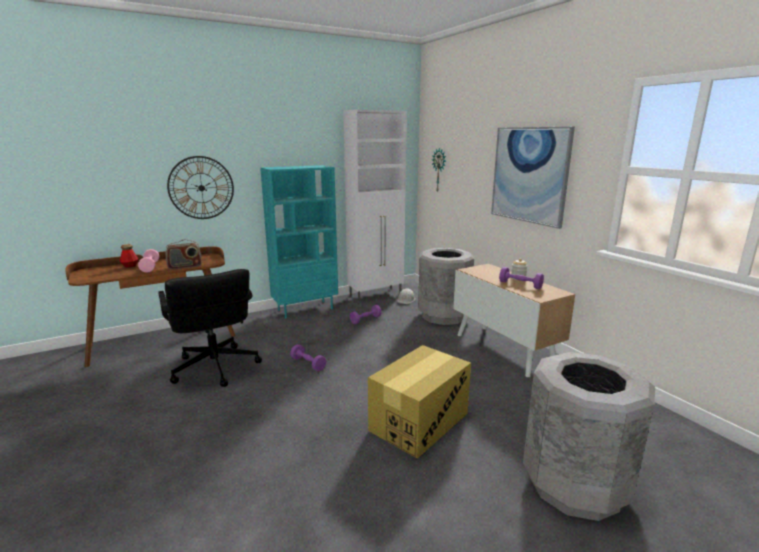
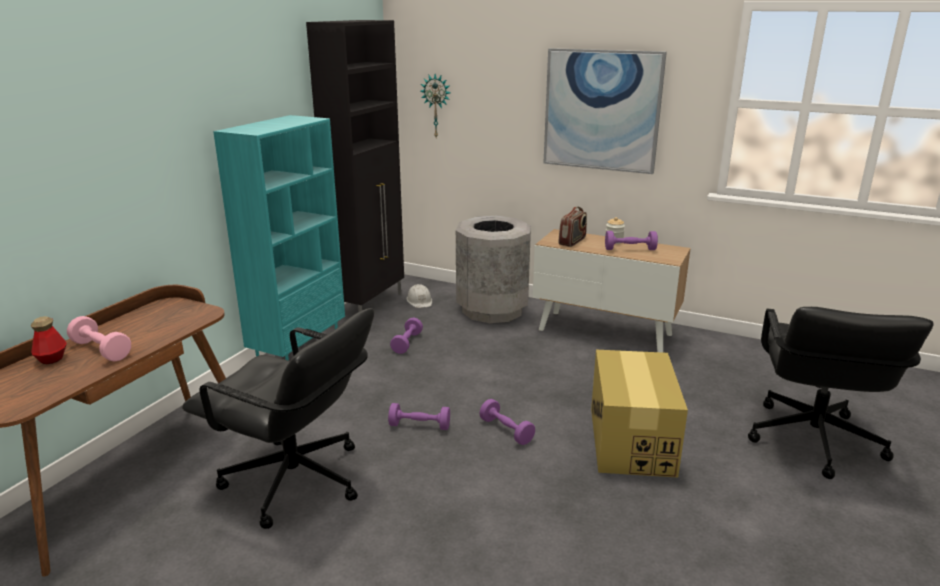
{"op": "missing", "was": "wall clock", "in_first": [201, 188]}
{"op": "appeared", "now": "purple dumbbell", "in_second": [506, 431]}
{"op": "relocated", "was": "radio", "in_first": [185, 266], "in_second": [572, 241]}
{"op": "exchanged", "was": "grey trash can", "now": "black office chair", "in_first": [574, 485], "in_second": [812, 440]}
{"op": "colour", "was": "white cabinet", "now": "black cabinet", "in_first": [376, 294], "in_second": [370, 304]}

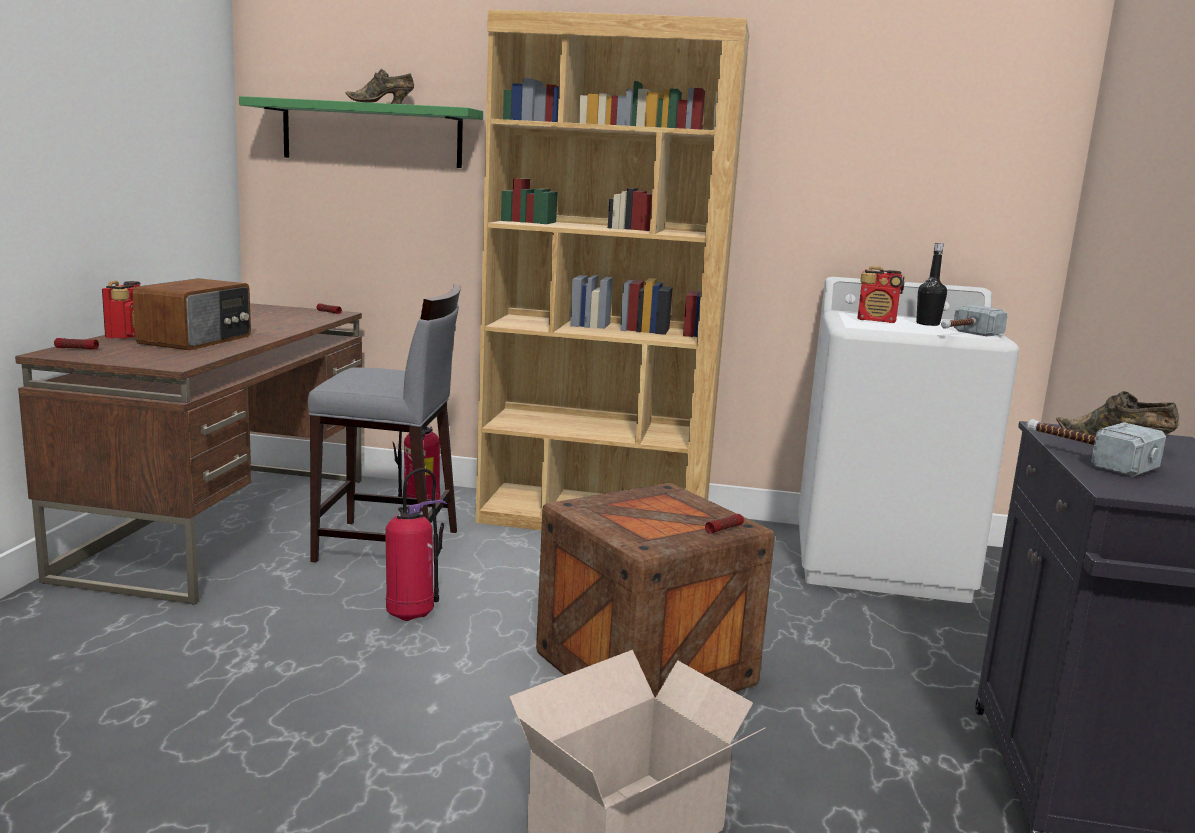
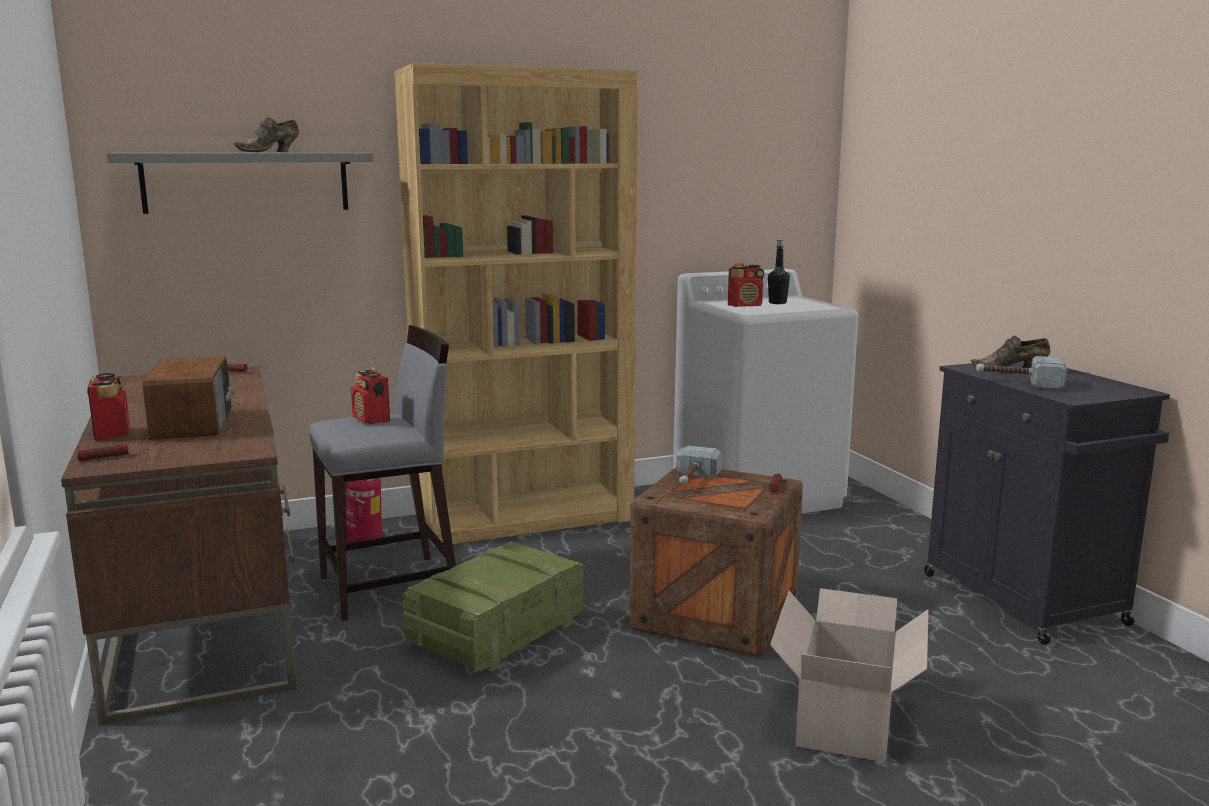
{"op": "appeared", "now": "radio", "in_second": [371, 420]}
{"op": "relocated", "was": "hammer", "in_first": [964, 334], "in_second": [693, 480]}
{"op": "exchanged", "was": "fire extinguisher", "now": "crate", "in_first": [411, 614], "in_second": [496, 634]}
{"op": "colour", "was": "green shelf", "now": "grey shelf", "in_first": [372, 134], "in_second": [246, 182]}

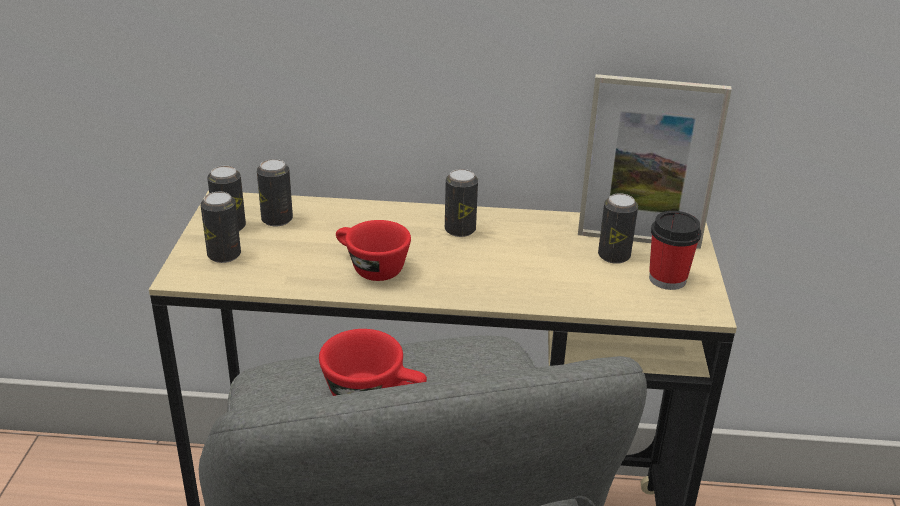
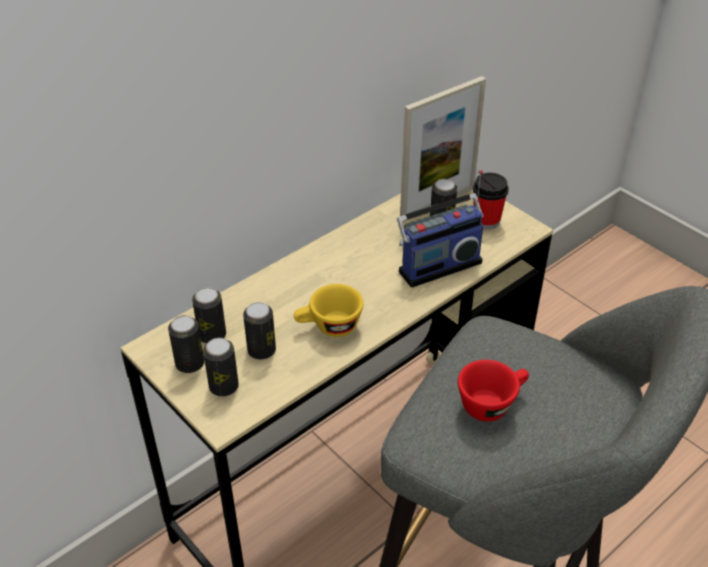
{"op": "appeared", "now": "radio", "in_second": [437, 265]}
{"op": "relocated", "was": "can", "in_first": [460, 230], "in_second": [261, 350]}
{"op": "colour", "was": "red cup", "now": "yellow cup", "in_first": [370, 268], "in_second": [329, 327]}

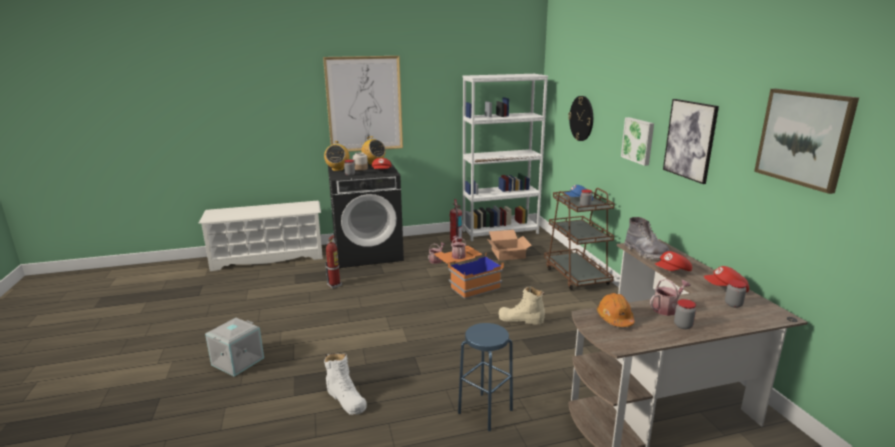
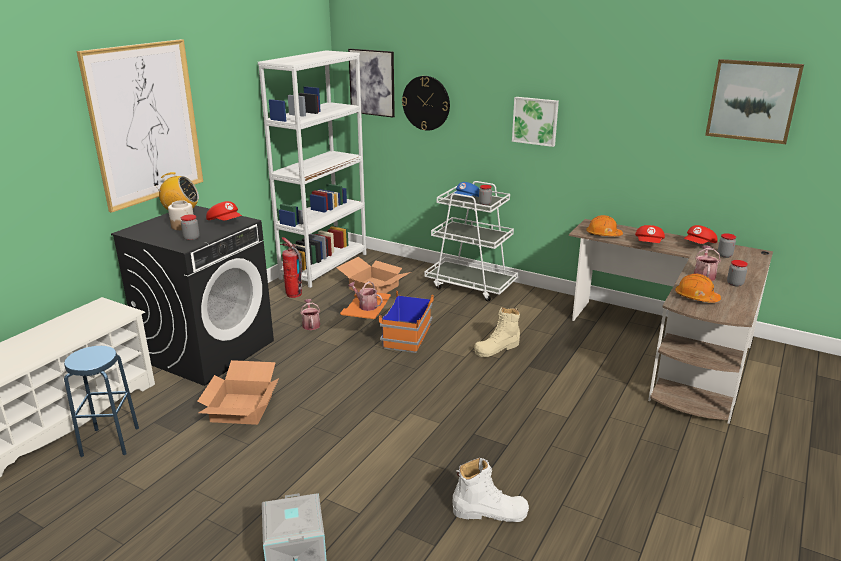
{"op": "missing", "was": "radio", "in_first": [337, 169]}
{"op": "relocated", "was": "blue stool", "in_first": [485, 411], "in_second": [110, 441]}
{"op": "relocated", "was": "picture", "in_first": [690, 140], "in_second": [372, 82]}
{"op": "exchanged", "was": "fire extinguisher", "now": "cardboard box", "in_first": [335, 285], "in_second": [241, 408]}
{"op": "exchanged", "was": "grey boot", "now": "orange hard hat", "in_first": [645, 253], "in_second": [603, 235]}
{"op": "colour", "was": "brown cart", "now": "white cart", "in_first": [576, 276], "in_second": [471, 285]}

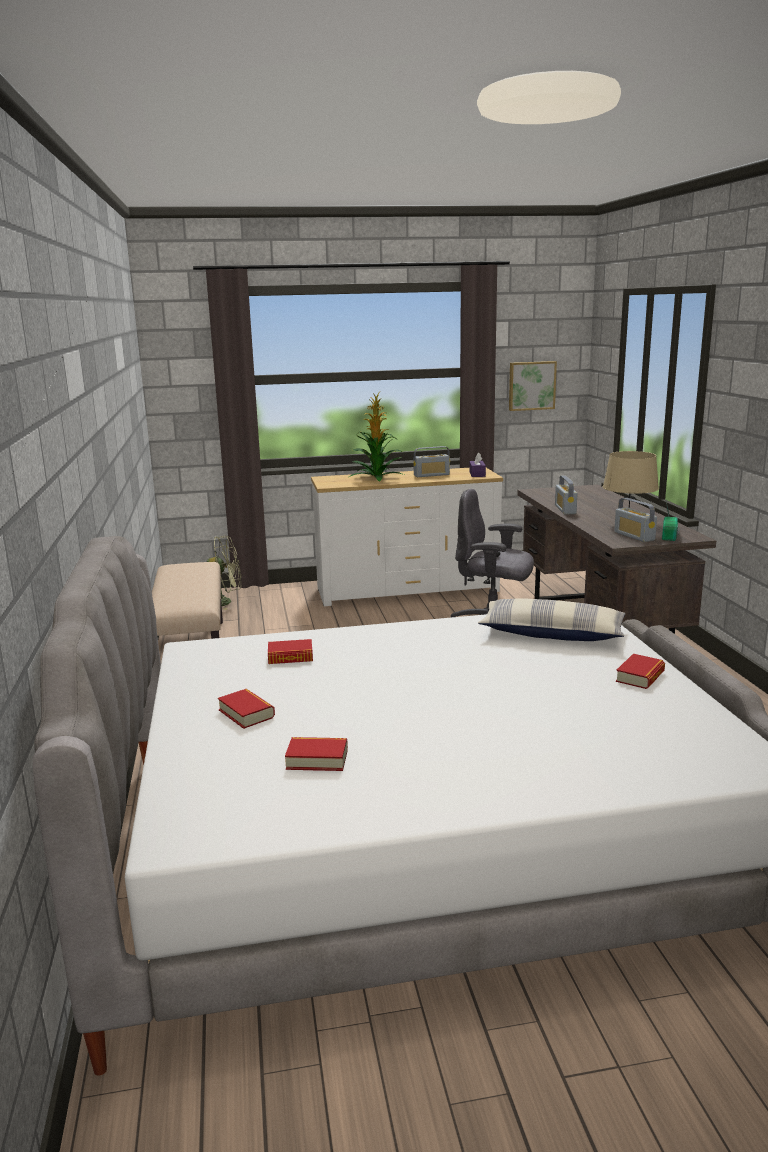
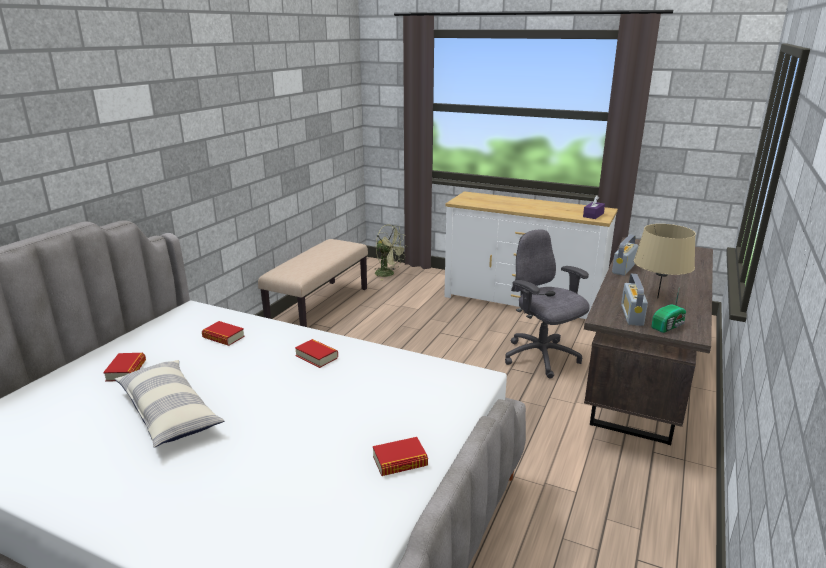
{"op": "missing", "was": "potted plant", "in_first": [377, 477]}
{"op": "missing", "was": "radio", "in_first": [431, 475]}
{"op": "missing", "was": "picture", "in_first": [531, 385]}
{"op": "relocated", "was": "book", "in_first": [317, 759], "in_second": [316, 357]}
{"op": "relocated", "was": "pillow", "in_first": [552, 633], "in_second": [169, 413]}

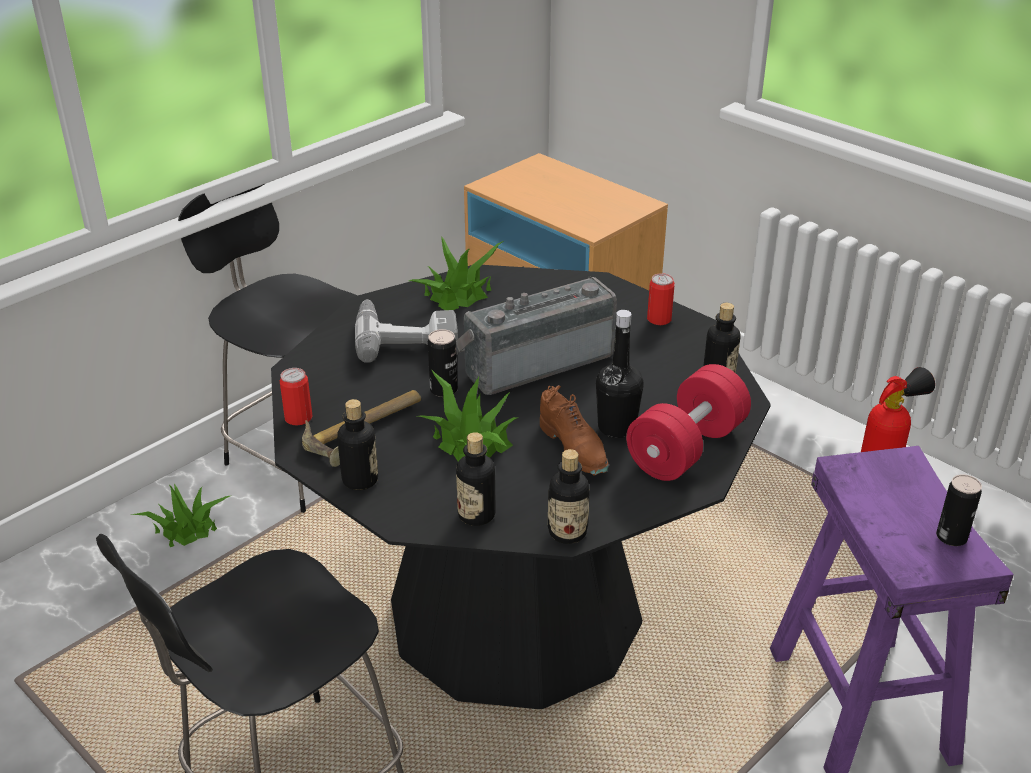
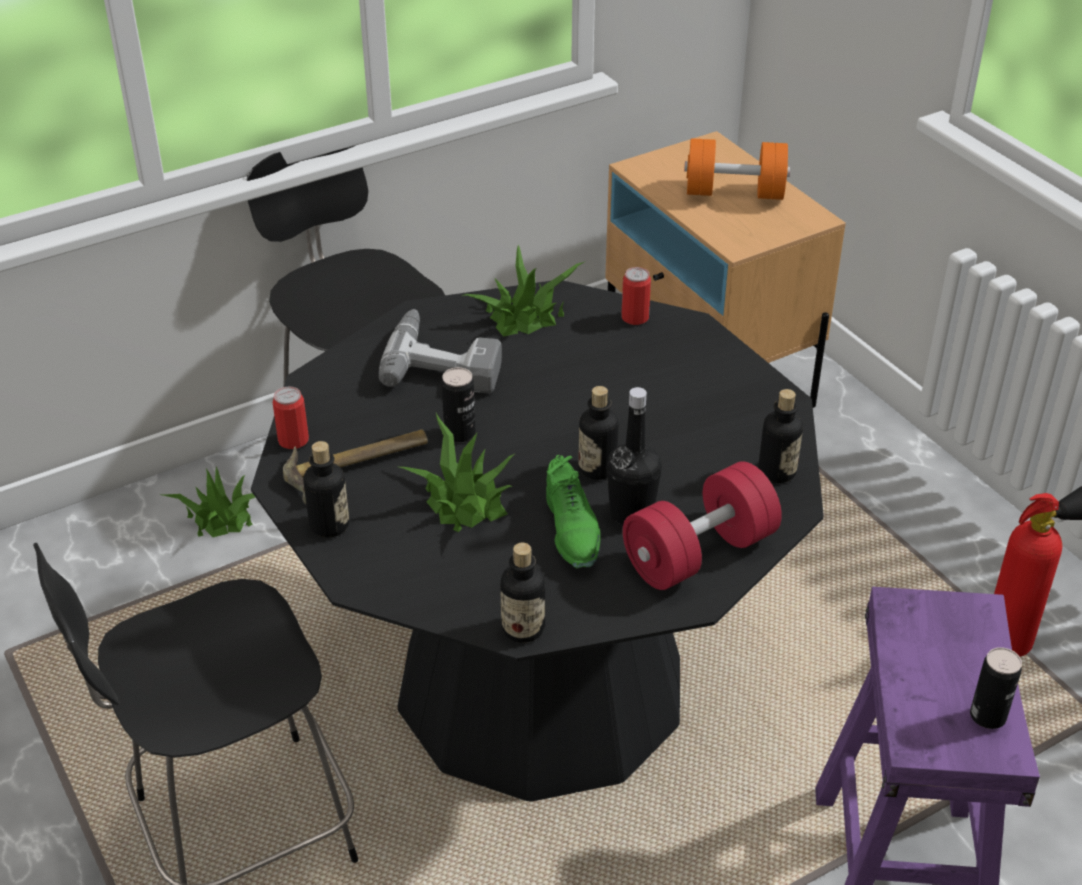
{"op": "missing", "was": "radio", "in_first": [536, 361]}
{"op": "appeared", "now": "orange dumbbell", "in_second": [734, 193]}
{"op": "relocated", "was": "bottle", "in_first": [476, 514], "in_second": [597, 468]}
{"op": "relocated", "was": "can", "in_first": [659, 319], "in_second": [635, 317]}
{"op": "colour", "was": "brown shoe", "now": "green shoe", "in_first": [574, 449], "in_second": [572, 531]}

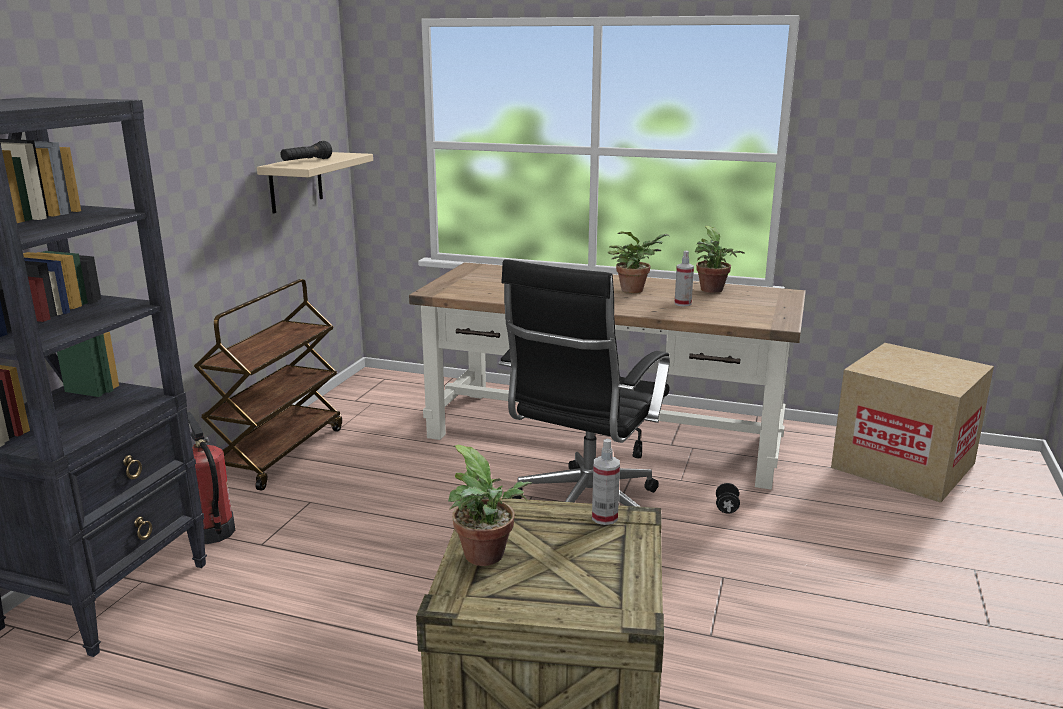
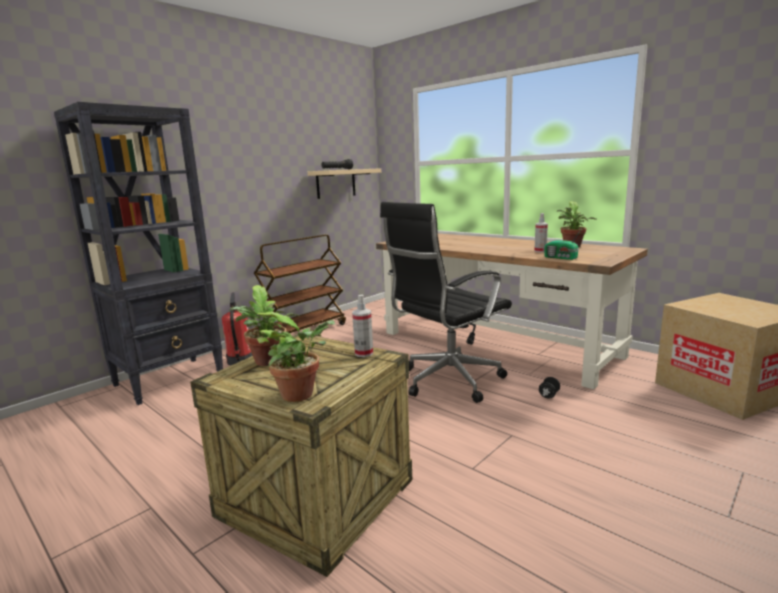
{"op": "appeared", "now": "radio", "in_second": [561, 258]}
{"op": "relocated", "was": "potted plant", "in_first": [634, 290], "in_second": [302, 394]}

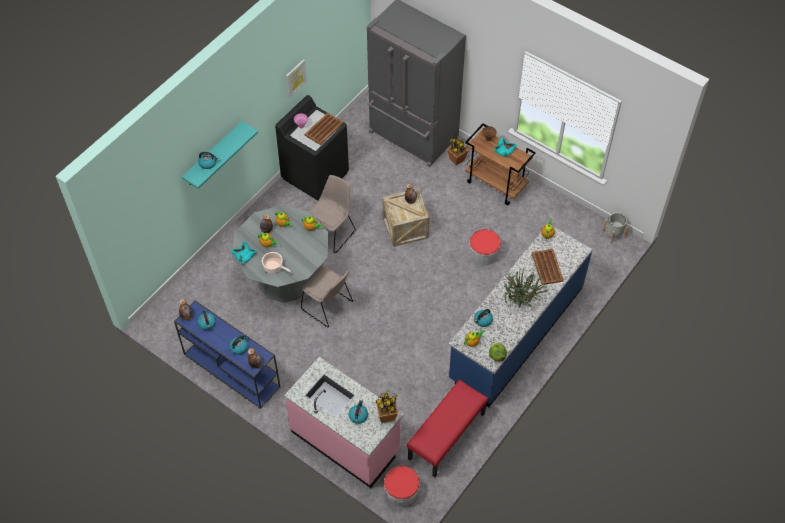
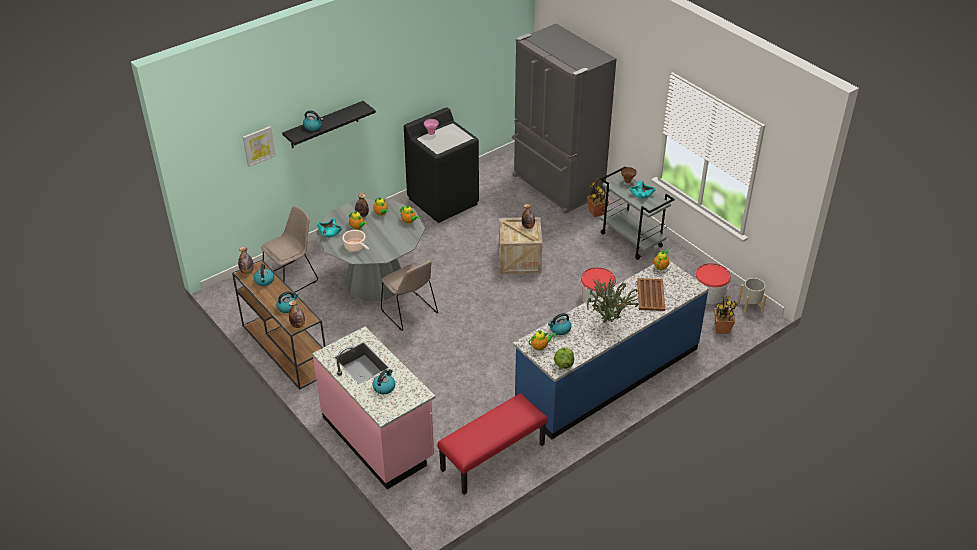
{"op": "missing", "was": "brown tray", "in_first": [324, 129]}
{"op": "relocated", "was": "picture", "in_first": [295, 78], "in_second": [258, 146]}
{"op": "relocated", "was": "beige chair", "in_first": [331, 232], "in_second": [292, 278]}
{"op": "relocated", "was": "potted plant", "in_first": [386, 415], "in_second": [721, 329]}
{"op": "relocated", "was": "bucket", "in_first": [401, 492], "in_second": [709, 294]}
{"op": "colour", "was": "blue console table", "now": "brown console table", "in_first": [230, 370], "in_second": [284, 349]}
{"op": "colour", "was": "turquoise shelf", "now": "black shelf", "in_first": [213, 154], "in_second": [324, 125]}
{"op": "colour", "was": "brown cart", "now": "grey cart", "in_first": [496, 184], "in_second": [632, 240]}

